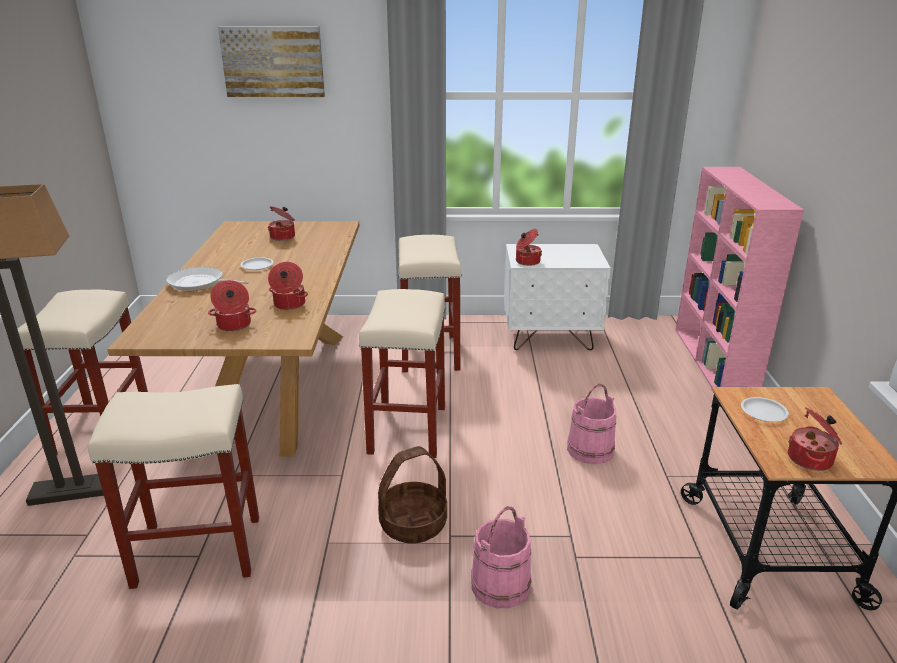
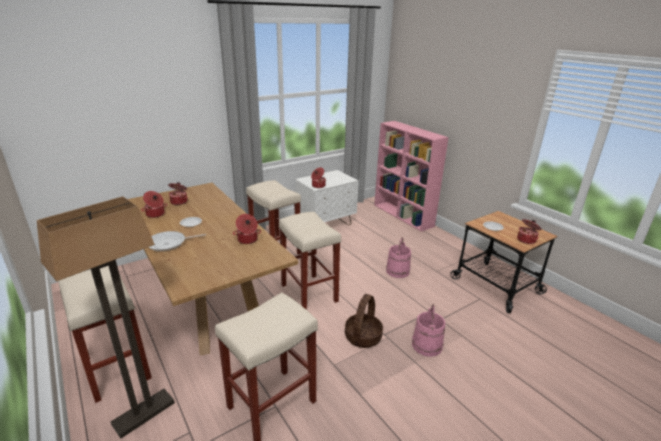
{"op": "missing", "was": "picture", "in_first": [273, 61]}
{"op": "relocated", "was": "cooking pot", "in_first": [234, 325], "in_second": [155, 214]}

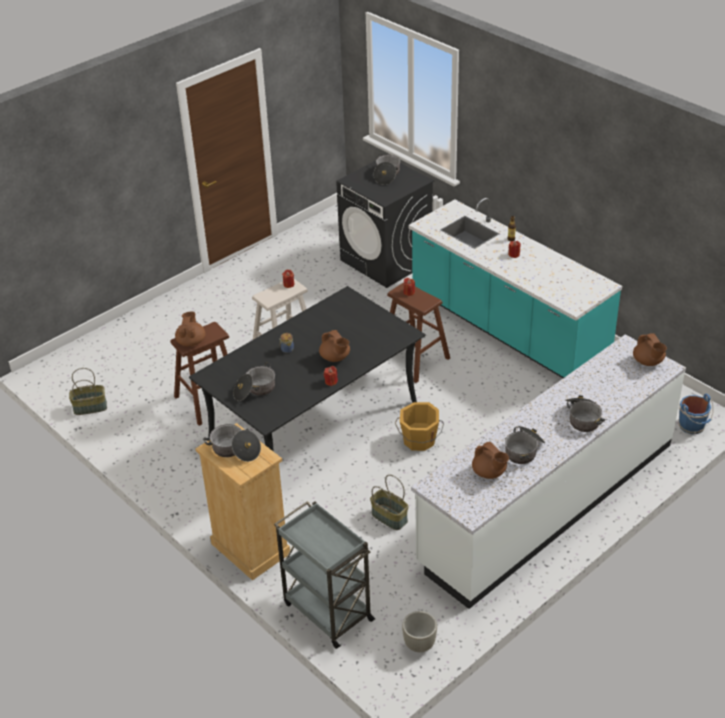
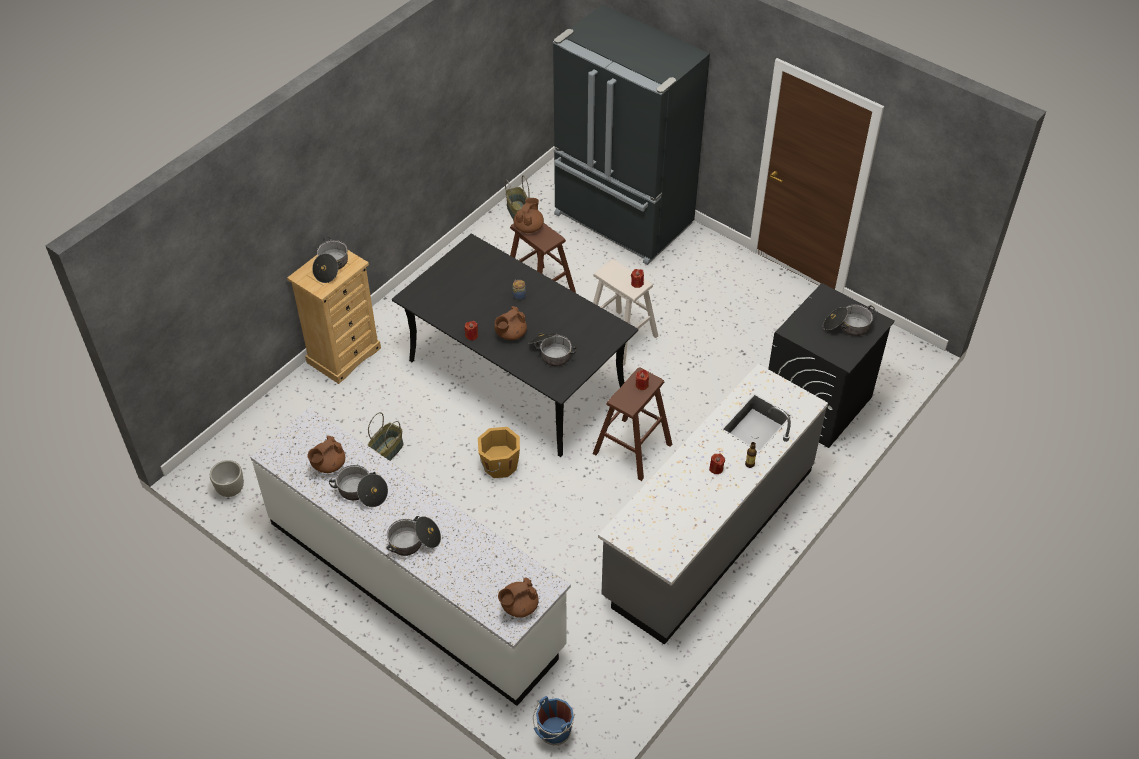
{"op": "missing", "was": "grey cart", "in_first": [326, 611]}
{"op": "appeared", "now": "black fridge", "in_second": [622, 220]}
{"op": "relocated", "was": "cooking pot", "in_first": [255, 390], "in_second": [551, 353]}
{"op": "colour", "was": "turquoise counter", "now": "grey counter", "in_first": [507, 328], "in_second": [708, 533]}
{"op": "spun", "was": "brown teapot", "in_first": [191, 341], "in_second": [529, 227], "clockwise": -60}

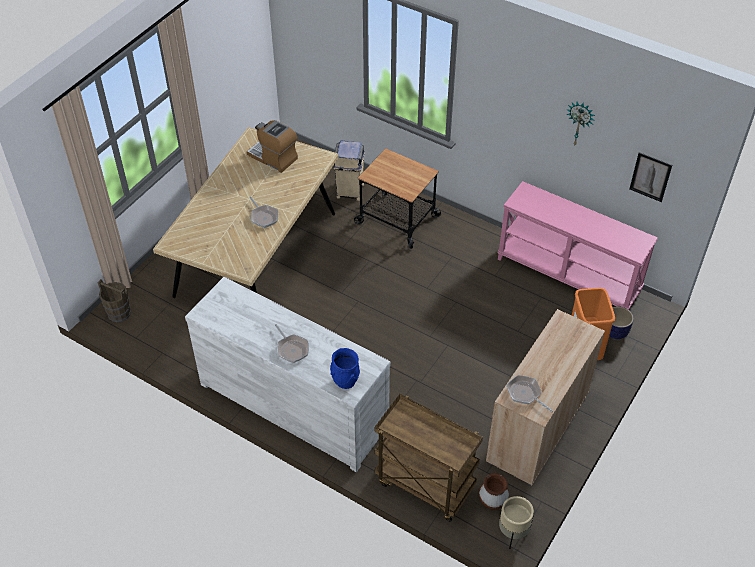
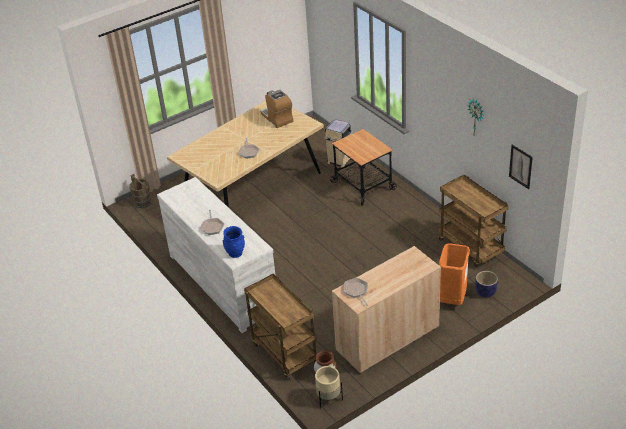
{"op": "exchanged", "was": "pink console table", "now": "brown cart", "in_first": [568, 275], "in_second": [471, 247]}

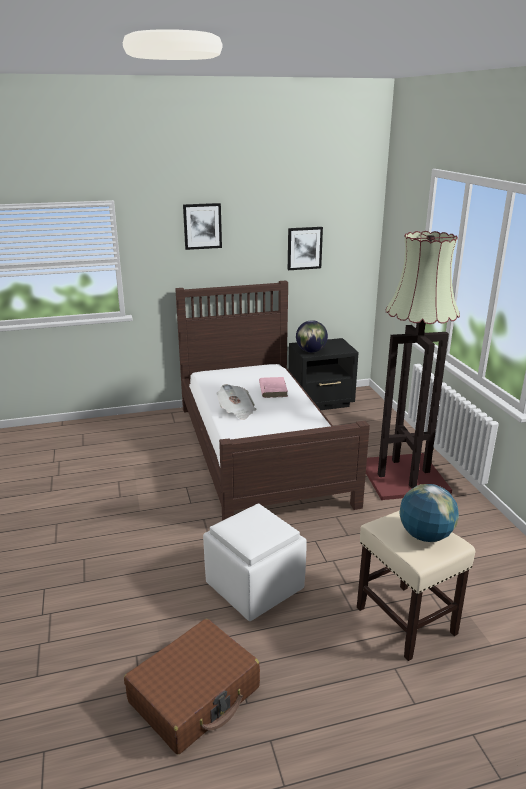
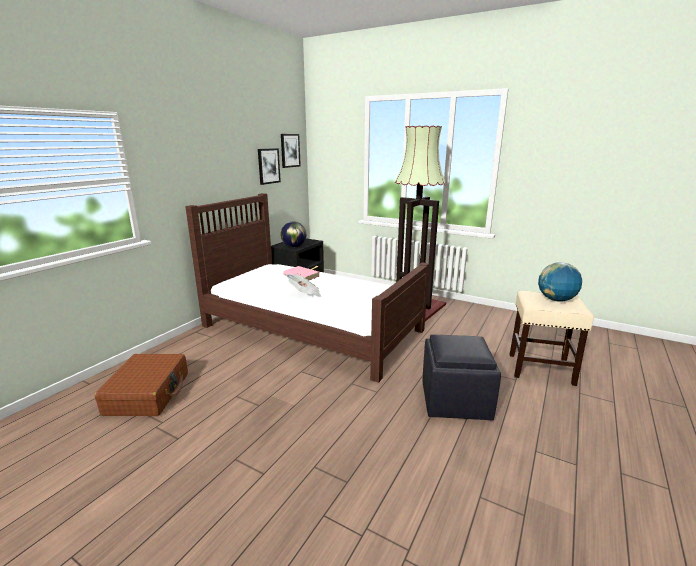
{"op": "relocated", "was": "brown suitcase", "in_first": [195, 695], "in_second": [148, 394]}
{"op": "relocated", "was": "picture", "in_first": [202, 226], "in_second": [290, 150]}
{"op": "colour", "was": "white ottoman", "now": "black ottoman", "in_first": [253, 586], "in_second": [454, 401]}

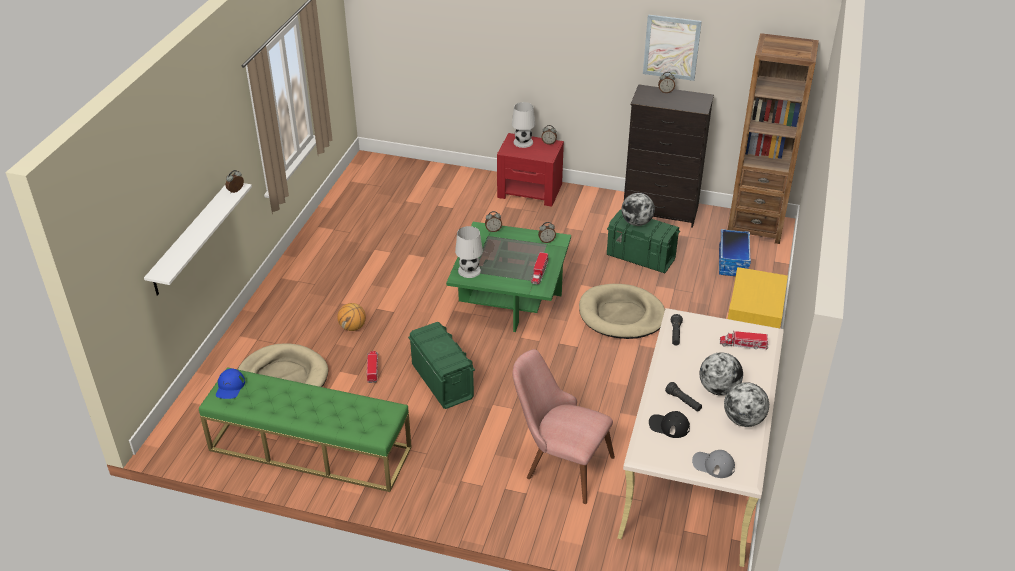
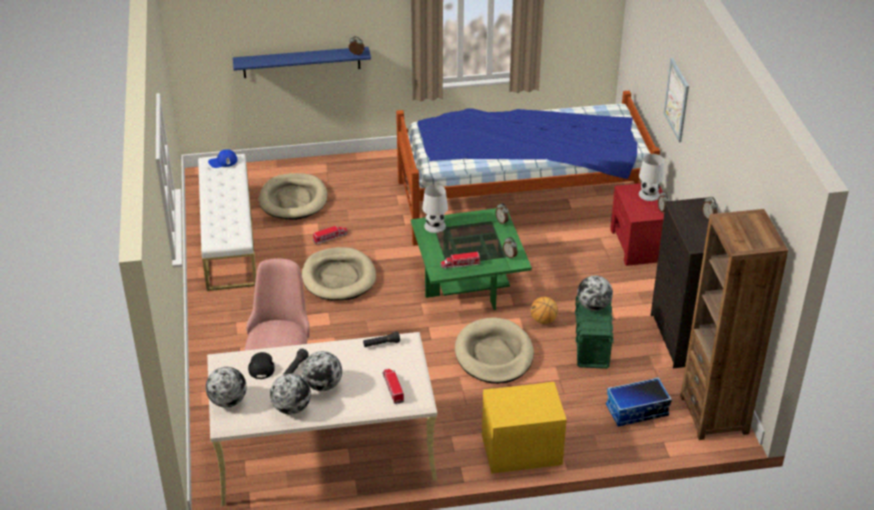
{"op": "appeared", "now": "bed", "in_second": [521, 200]}
{"op": "relocated", "was": "basketball", "in_first": [353, 327], "in_second": [543, 320]}
{"op": "relocated", "was": "picture", "in_first": [671, 47], "in_second": [677, 100]}
{"op": "exchanged", "was": "green storage box", "now": "beige dog bed", "in_first": [442, 381], "in_second": [338, 277]}
{"op": "exchanged", "was": "grey cap", "now": "globe", "in_first": [713, 465], "in_second": [228, 401]}
{"op": "colour", "was": "white shelf", "now": "blue shelf", "in_first": [191, 238], "in_second": [301, 62]}
{"op": "colour", "was": "green bench", "now": "white bench", "in_first": [309, 449], "in_second": [228, 239]}

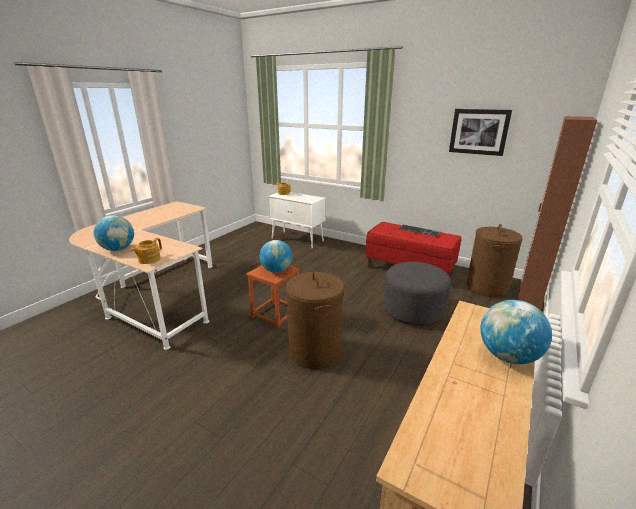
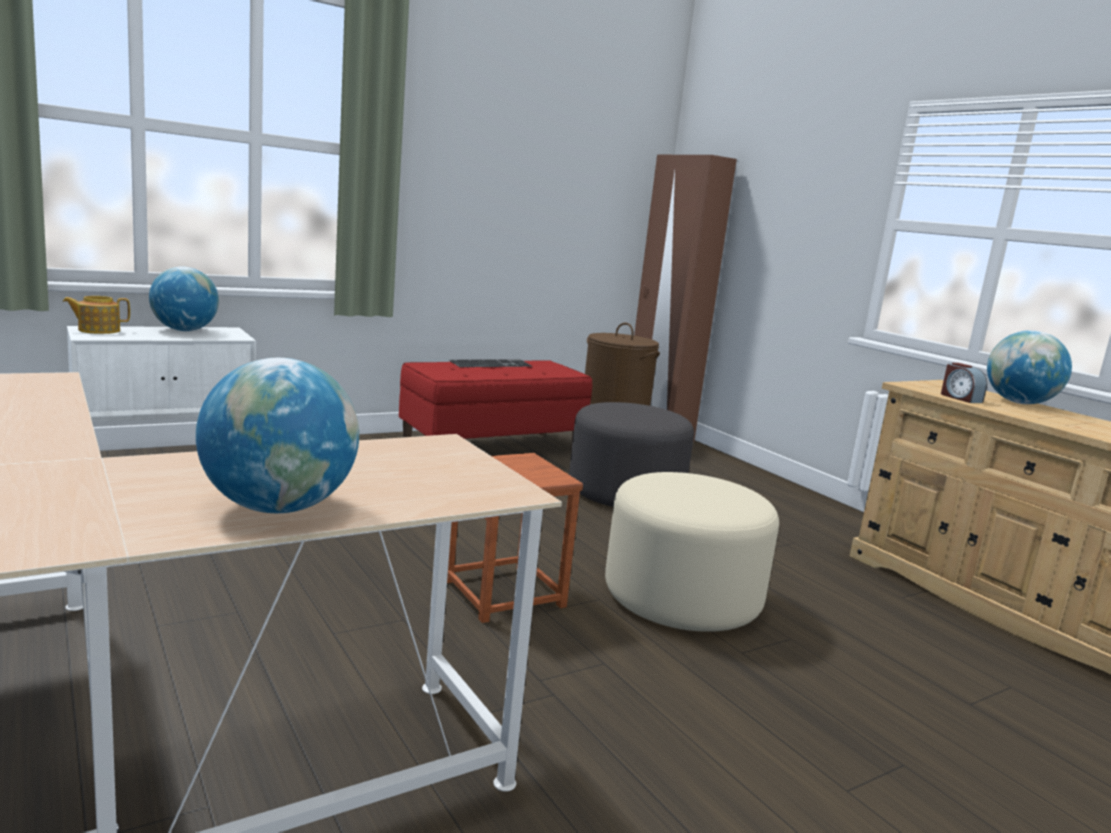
{"op": "missing", "was": "teapot", "in_first": [149, 259]}
{"op": "missing", "was": "picture", "in_first": [479, 132]}
{"op": "appeared", "now": "alarm clock", "in_second": [960, 398]}
{"op": "relocated", "was": "globe", "in_first": [276, 270], "in_second": [184, 330]}
{"op": "exchanged", "was": "brown laundry basket", "now": "beige ottoman", "in_first": [315, 351], "in_second": [682, 598]}

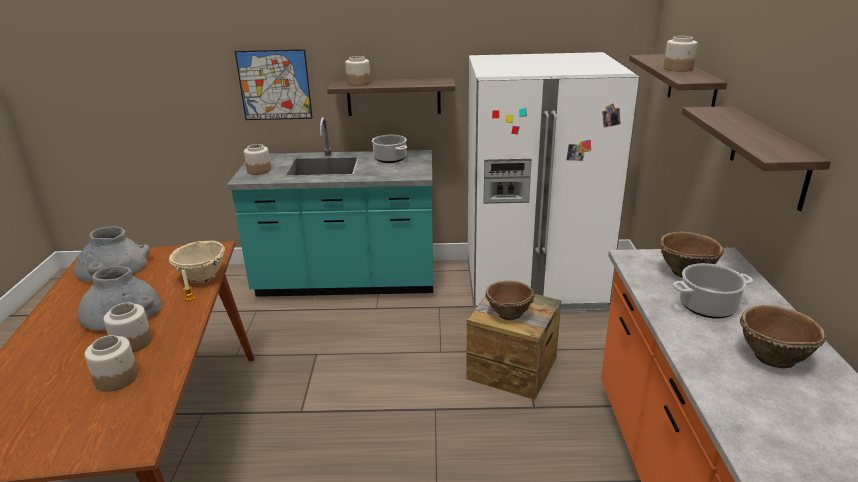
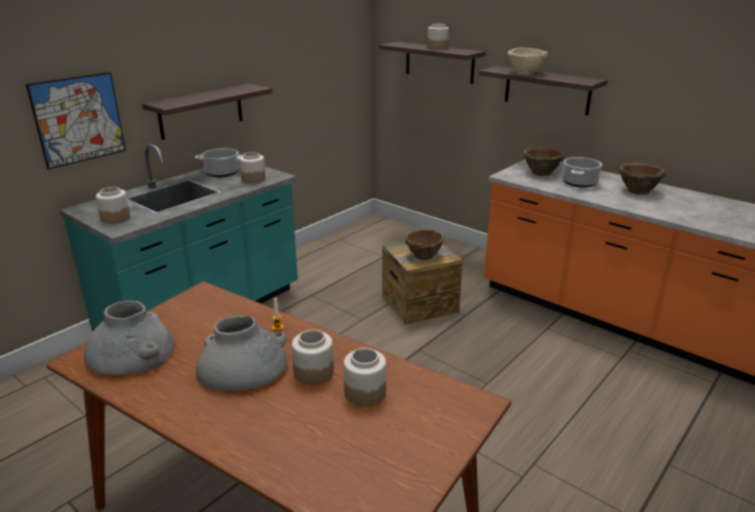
{"op": "missing", "was": "white fridge", "in_first": [532, 285]}
{"op": "relocated", "was": "beige bowl", "in_first": [202, 278], "in_second": [525, 73]}
{"op": "relocated", "was": "jar", "in_first": [358, 83], "in_second": [253, 179]}

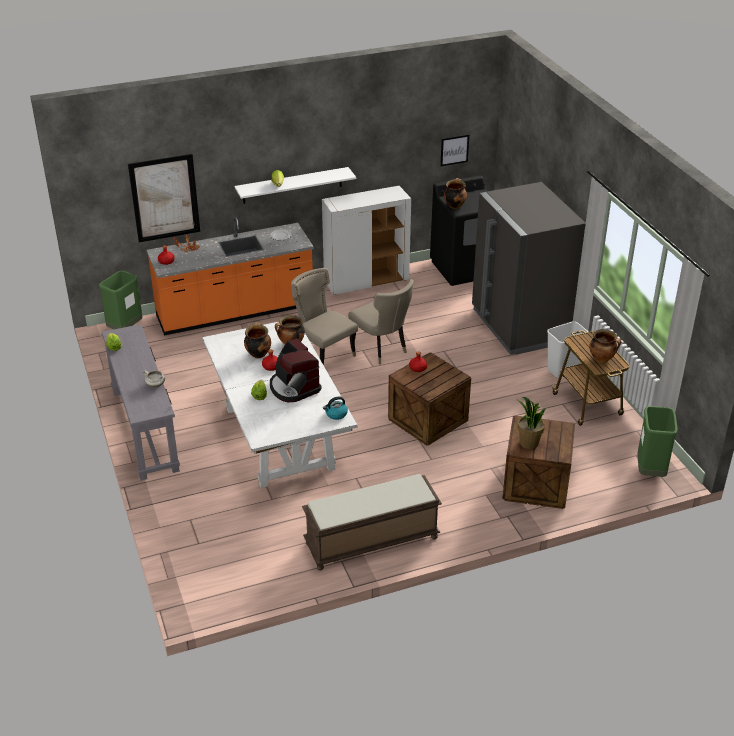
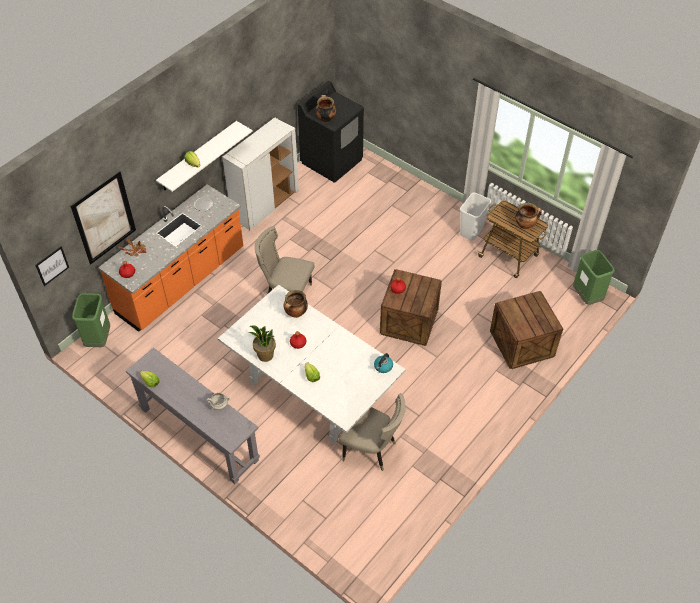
{"op": "missing", "was": "cooking pot", "in_first": [258, 354]}
{"op": "missing", "was": "coffee machine", "in_first": [293, 387]}
{"op": "missing", "was": "brown bench", "in_first": [371, 541]}
{"op": "missing", "was": "grey fridge", "in_first": [519, 326]}
{"op": "relocated", "was": "beige chair", "in_first": [382, 350], "in_second": [372, 450]}
{"op": "relocated", "was": "picture", "in_first": [454, 150], "in_second": [52, 265]}
{"op": "relocated", "was": "potted plant", "in_first": [528, 443], "in_second": [265, 355]}

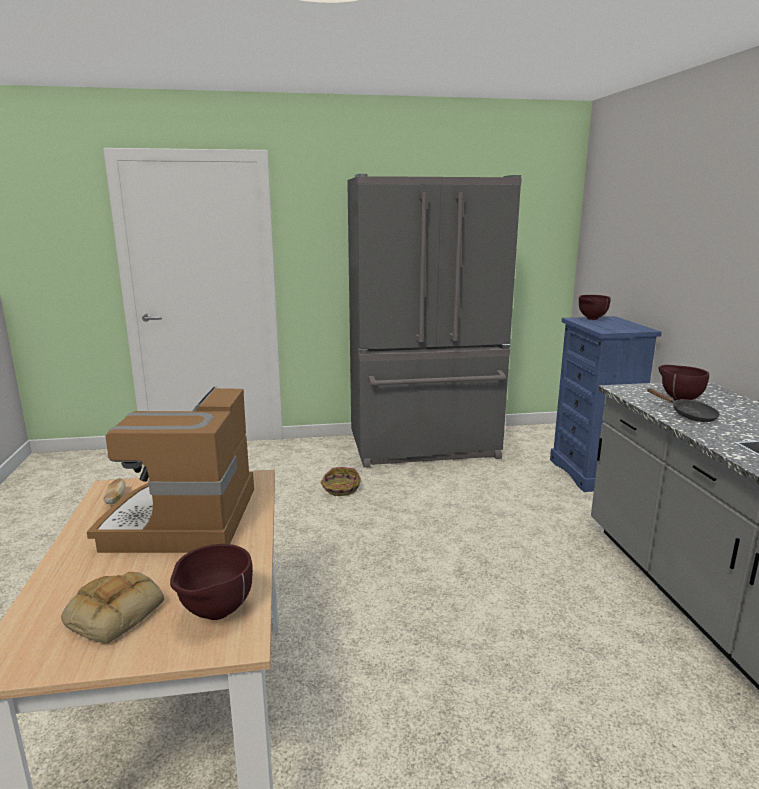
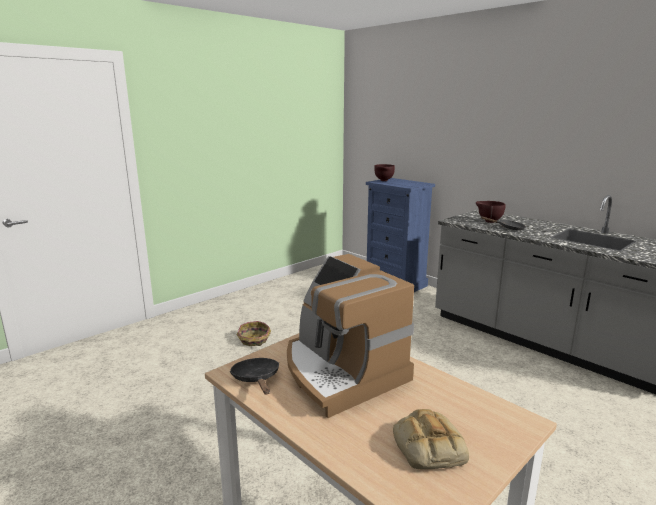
{"op": "missing", "was": "brown bowl", "in_first": [214, 614]}
{"op": "missing", "was": "grey fridge", "in_first": [425, 448]}
{"op": "exchanged", "was": "bread", "now": "black frying pan", "in_first": [115, 499], "in_second": [256, 379]}

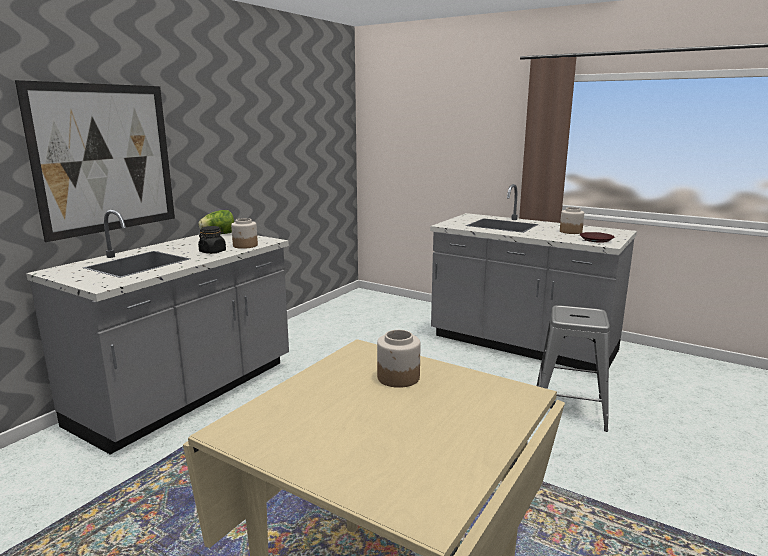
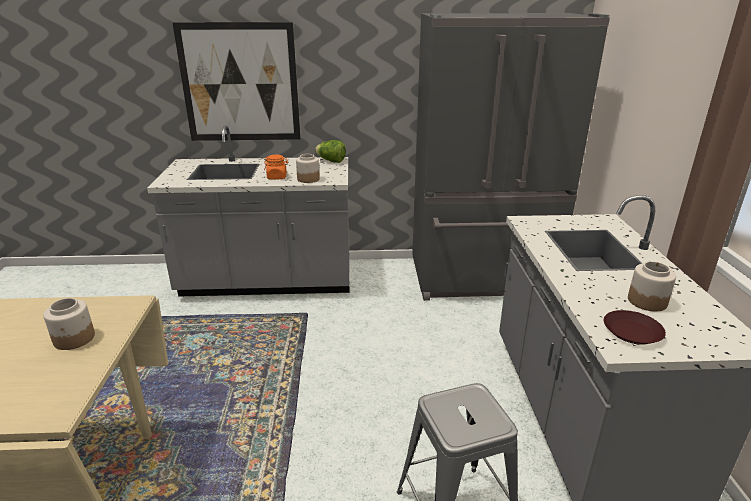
{"op": "appeared", "now": "grey fridge", "in_second": [482, 279]}
{"op": "colour", "was": "black jar", "now": "orange jar", "in_first": [212, 252], "in_second": [277, 177]}

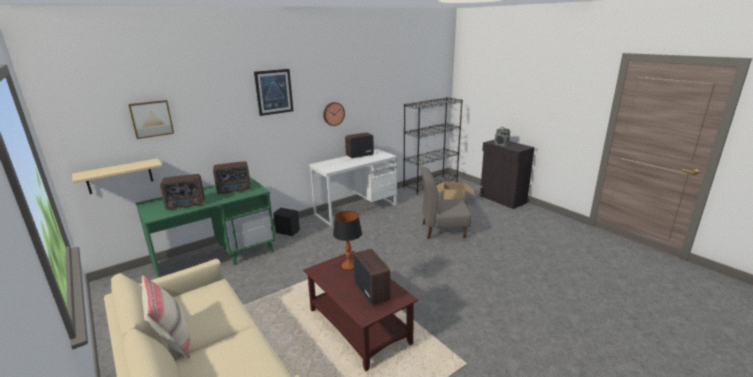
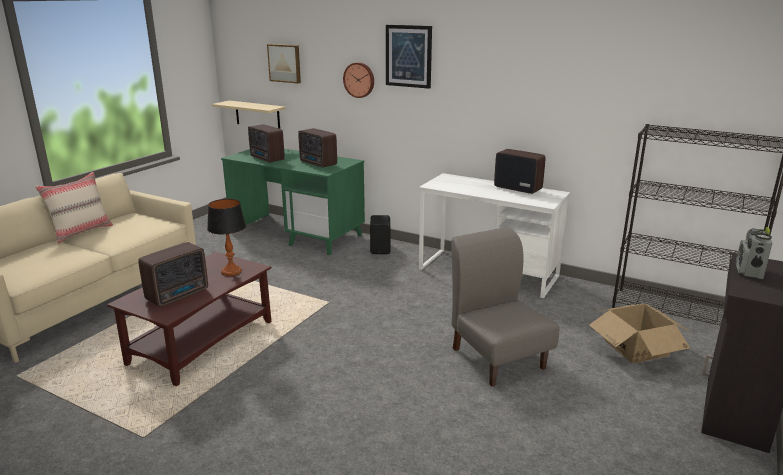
{"op": "relocated", "was": "wall clock", "in_first": [333, 113], "in_second": [359, 80]}

